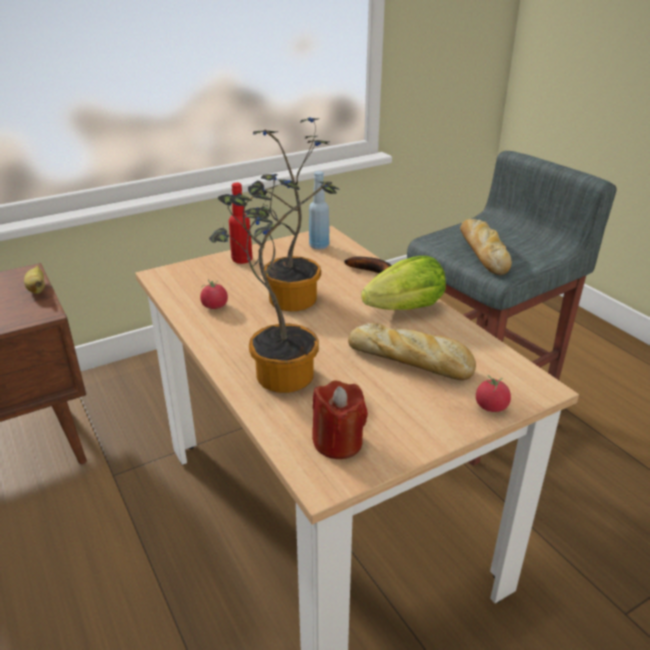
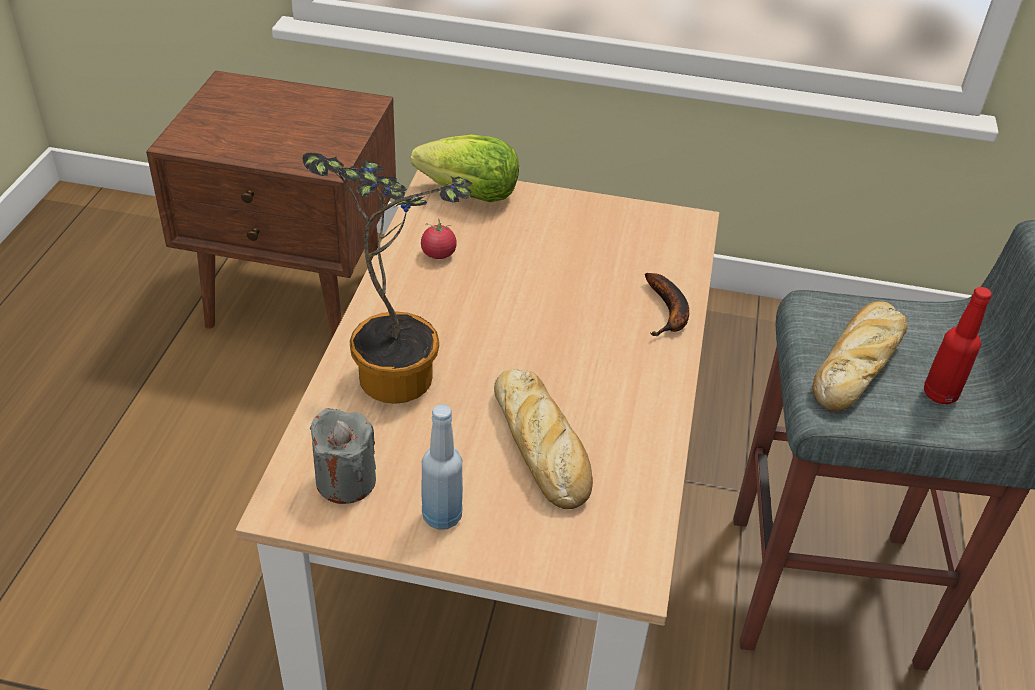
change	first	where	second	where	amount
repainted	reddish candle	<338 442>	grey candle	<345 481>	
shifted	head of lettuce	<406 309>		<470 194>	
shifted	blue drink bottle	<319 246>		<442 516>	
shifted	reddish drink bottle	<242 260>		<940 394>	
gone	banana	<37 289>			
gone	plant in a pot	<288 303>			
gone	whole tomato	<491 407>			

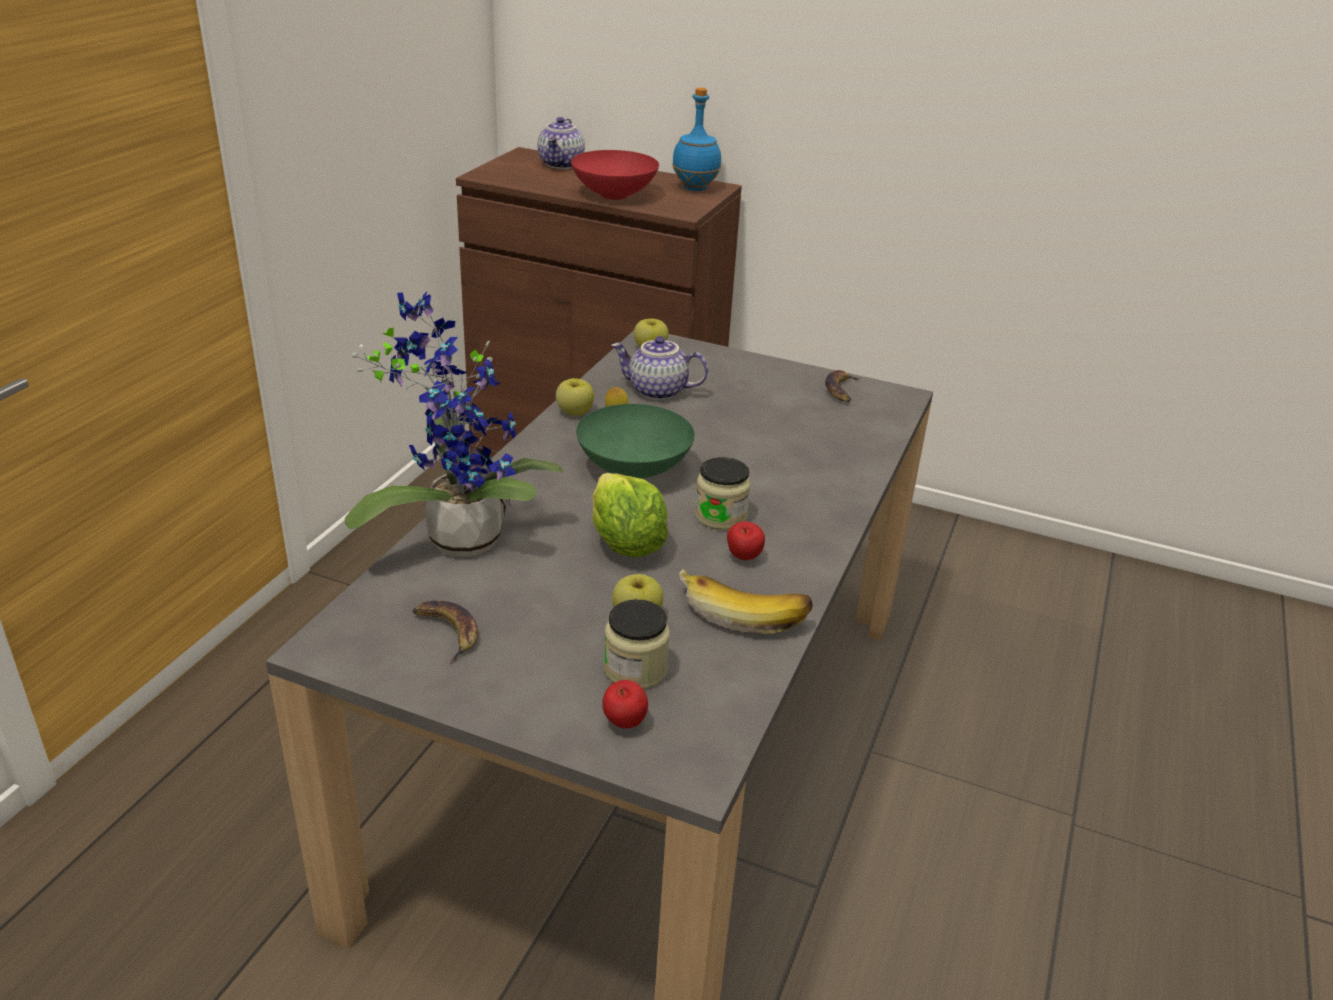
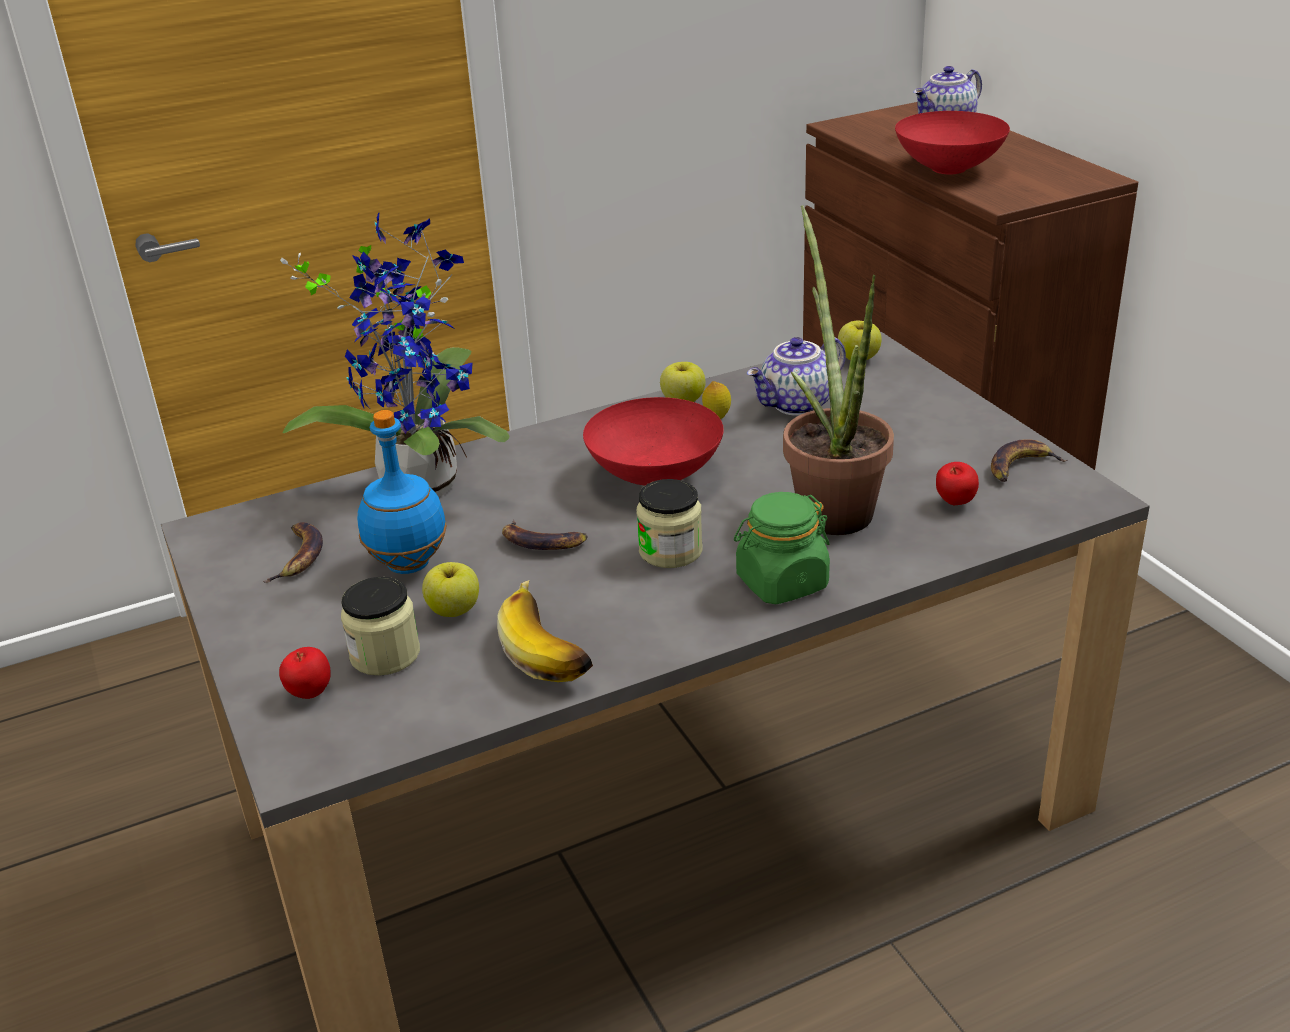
change	first	where	second	where	amount
shifted	blue drink bottle	<695 188>		<408 565>	
swapped	head of lettuce	<625 544>	banana	<542 542>	
repainted	greenish serving bowl	<635 471>	reddish serving bowl	<655 477>	
new			greenish preserve jar	<781 583>	
rotated	teapot	<656 391>		<797 405>	90 degrees counterclockwise
new			plant in a pot	<830 505>	
shifted	apple fruit	<743 558>		<954 503>	

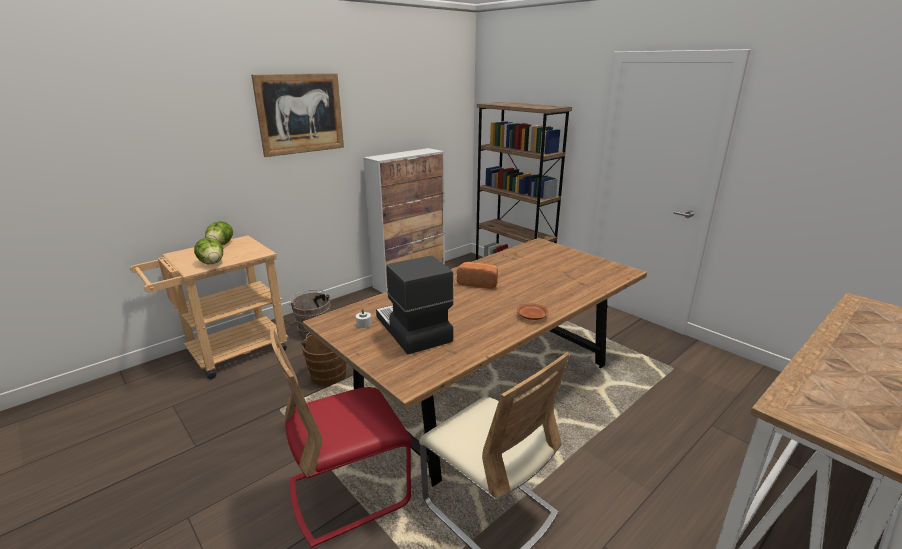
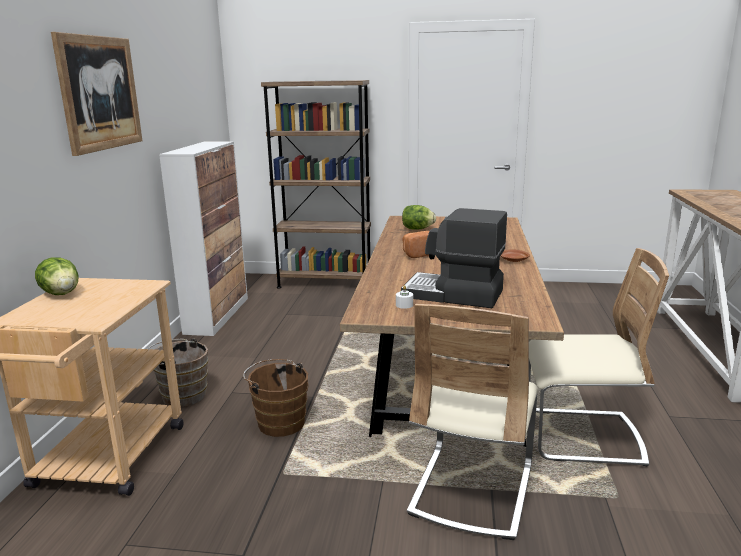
change	first	where	second	where	amount
shifted	head of lettuce	<212 263>		<417 229>	
repainted	reddish upright chair	<349 492>	beige upright chair	<472 489>	

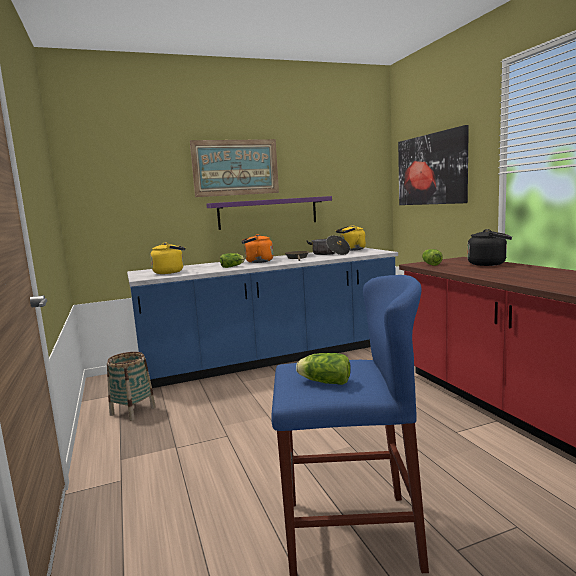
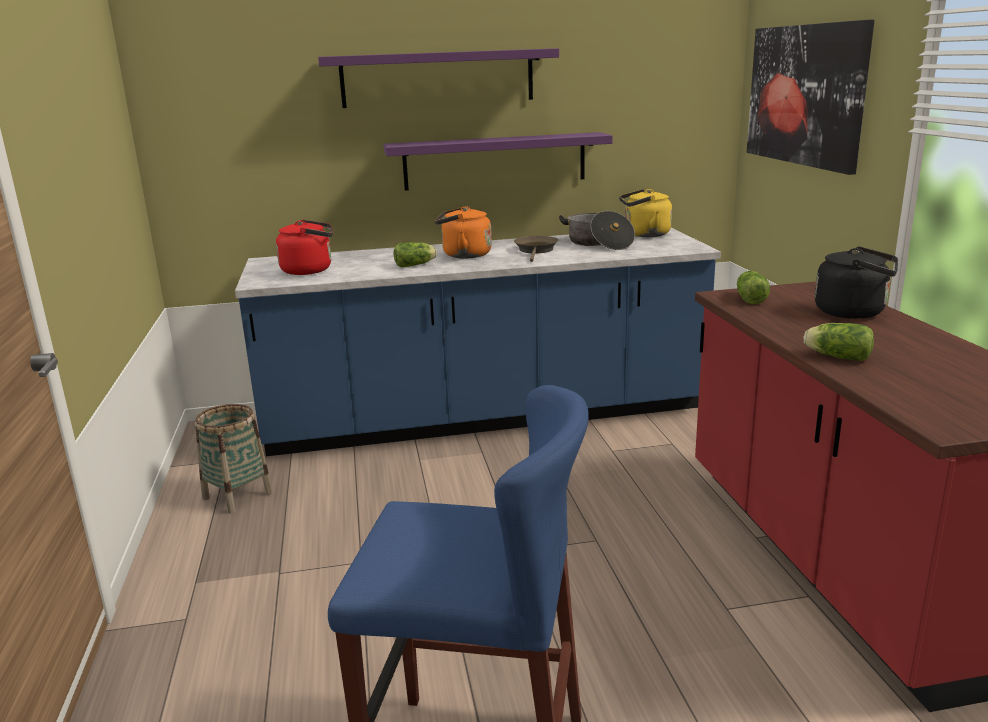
change	first	where	second	where	amount
repainted	yellow kettle	<170 272>	reddish kettle	<310 270>	
swapped	wall art	<235 167>	purple-coloured shelf	<438 78>	
shifted	head of lettuce	<323 382>		<835 356>	

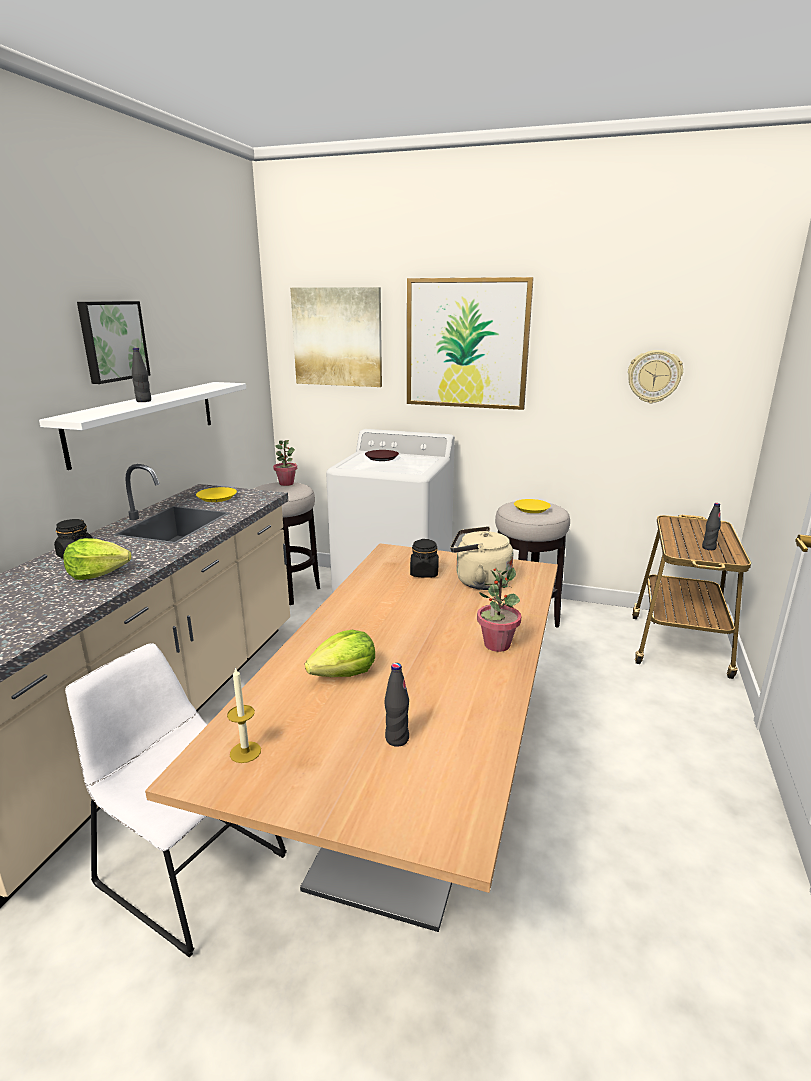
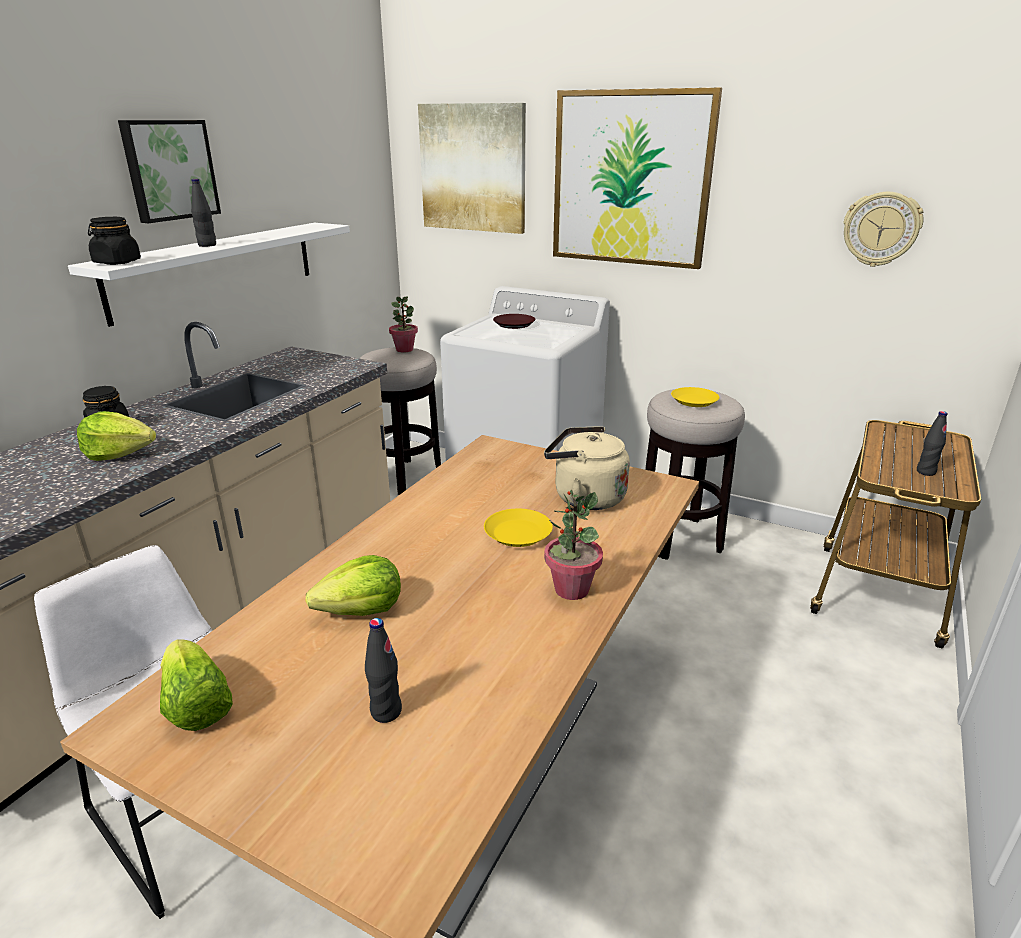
change	first	where	second	where	amount
shifted	black preserve jar	<424 573>		<117 262>	
swapped	candle	<245 752>	head of lettuce	<196 705>	
shifted	yellow dinner plate	<217 498>		<518 533>	

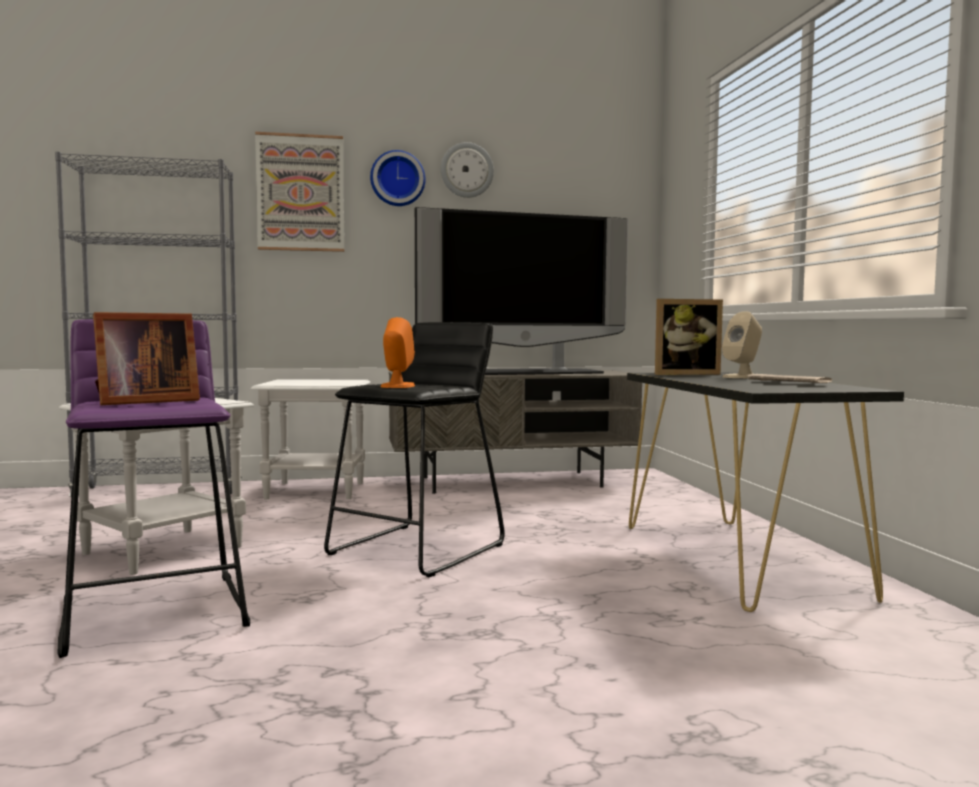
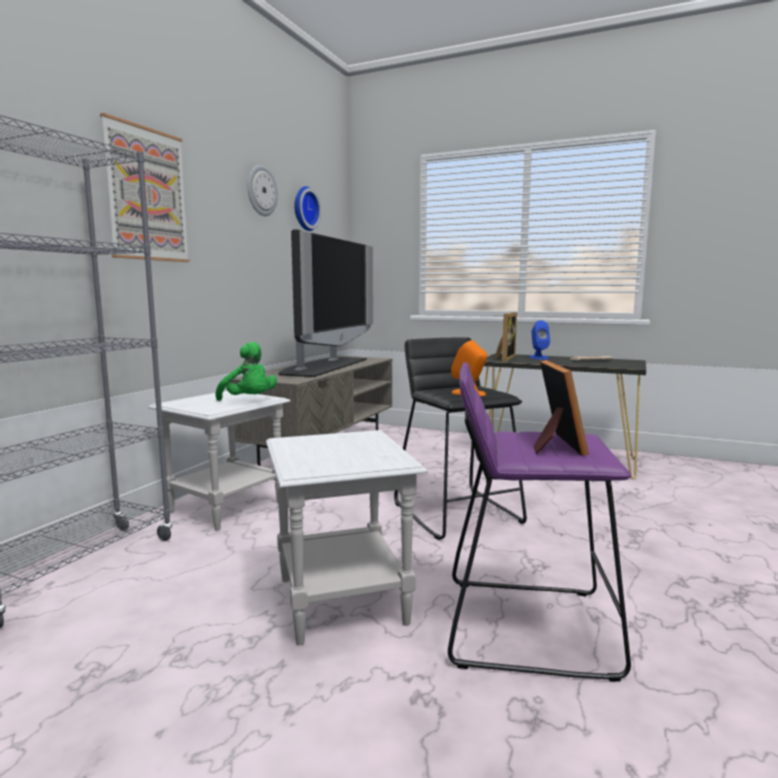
change	first	where	second	where	amount
new			greenish soft toy	<249 401>	
shifted	hanging clock	<397 179>		<304 209>	
repainted	beige loudspeaker	<742 377>	blue loudspeaker	<538 357>	

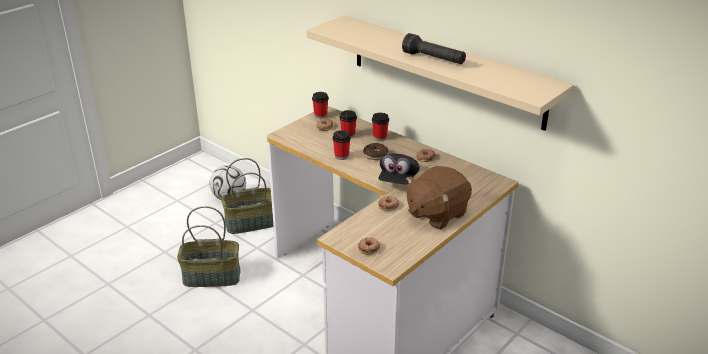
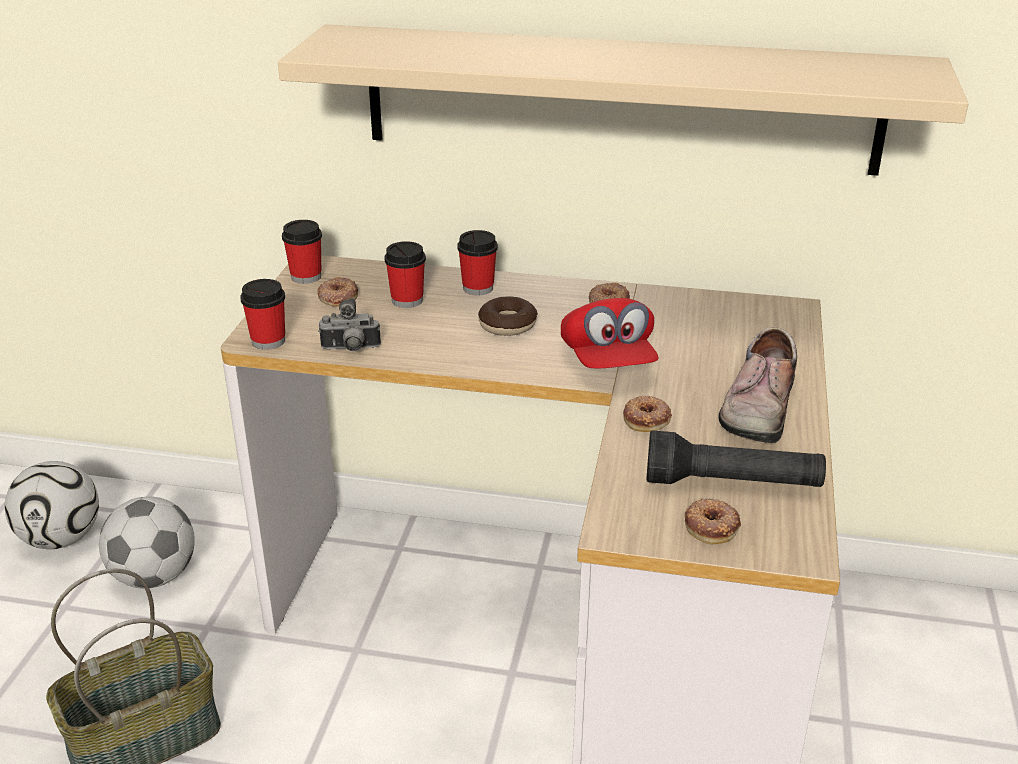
change	first	where	second	where	amount
swapped	basket	<251 223>	football ball	<154 576>	
shifted	small cup	<341 156>		<268 341>	
new			still camera	<350 349>	
repainted	black baseball cap	<398 180>	reddish baseball cap	<607 361>	
shifted	black hand torch	<433 59>		<732 484>	
swapped	brownish soft toy	<436 214>	item of footwear	<755 406>	

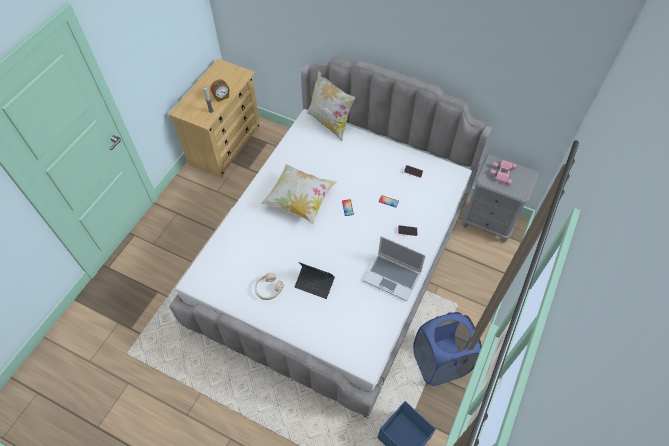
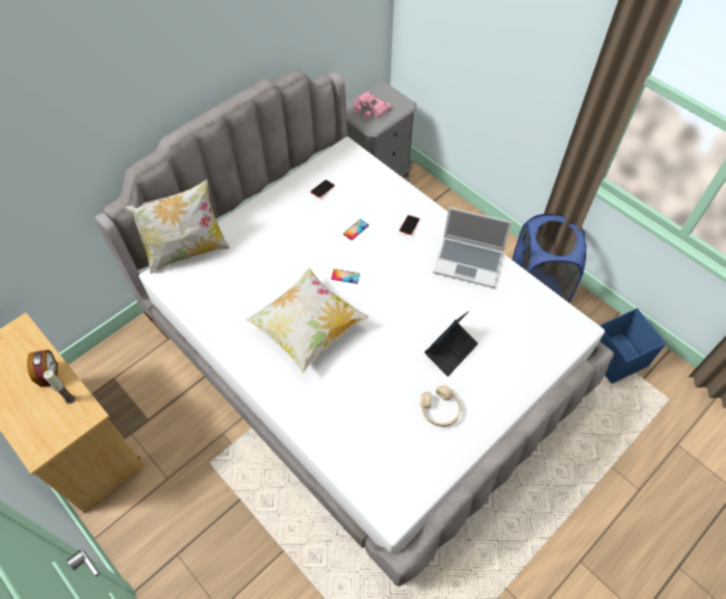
change	first	where	second	where	amount
rotated	notebook computer	<393 277>		<469 262>	60 degrees clockwise

